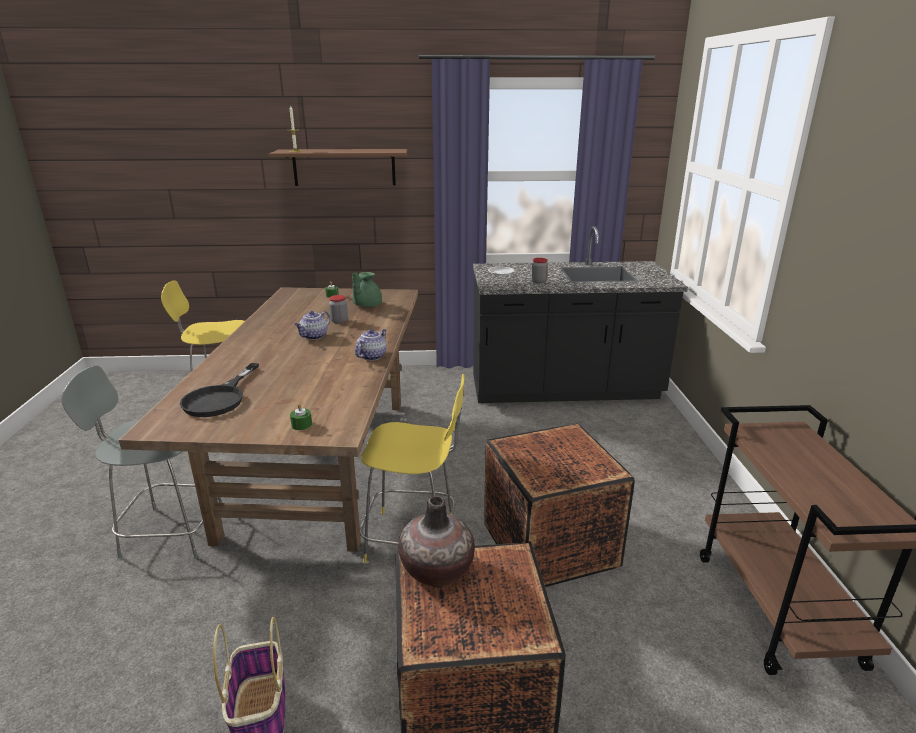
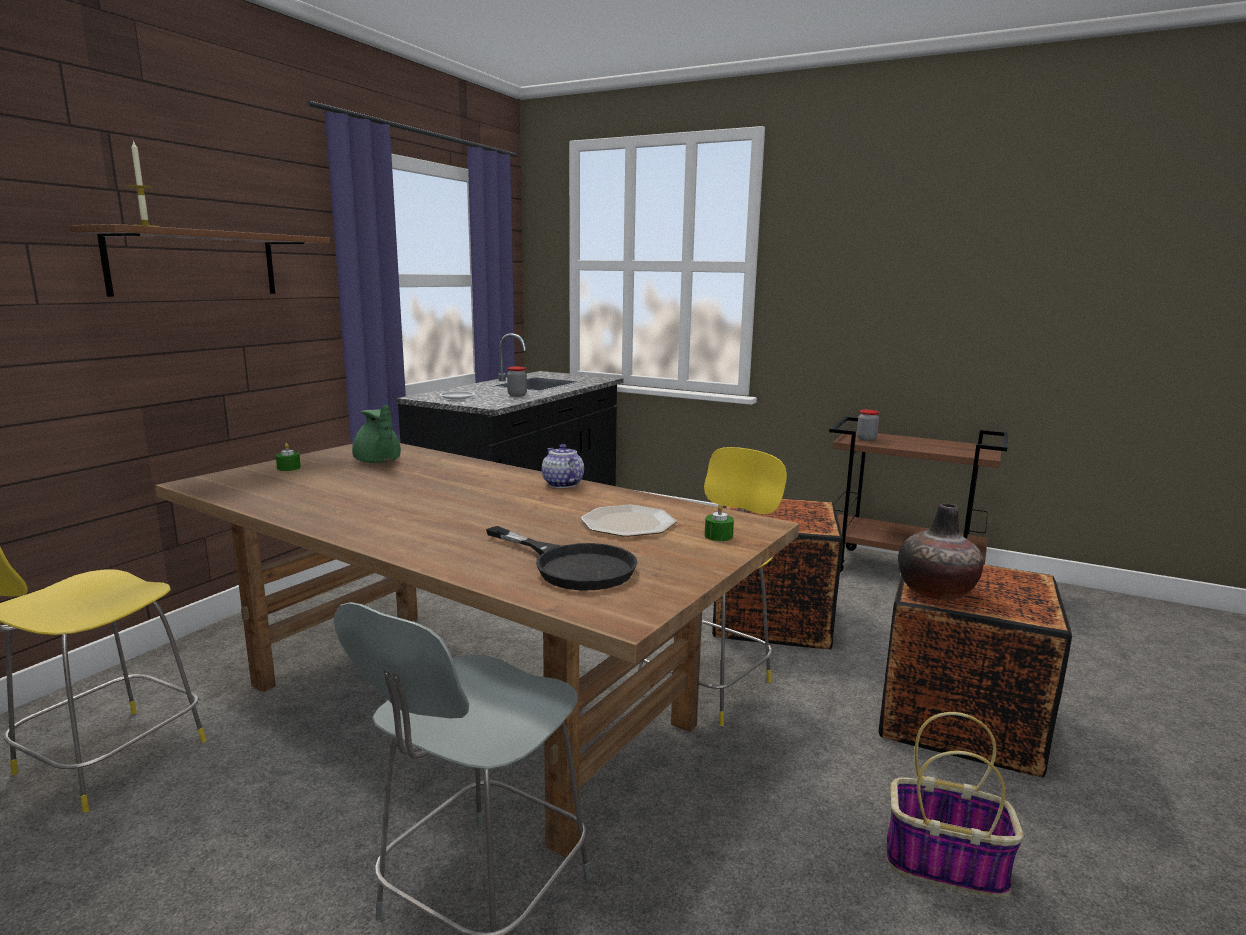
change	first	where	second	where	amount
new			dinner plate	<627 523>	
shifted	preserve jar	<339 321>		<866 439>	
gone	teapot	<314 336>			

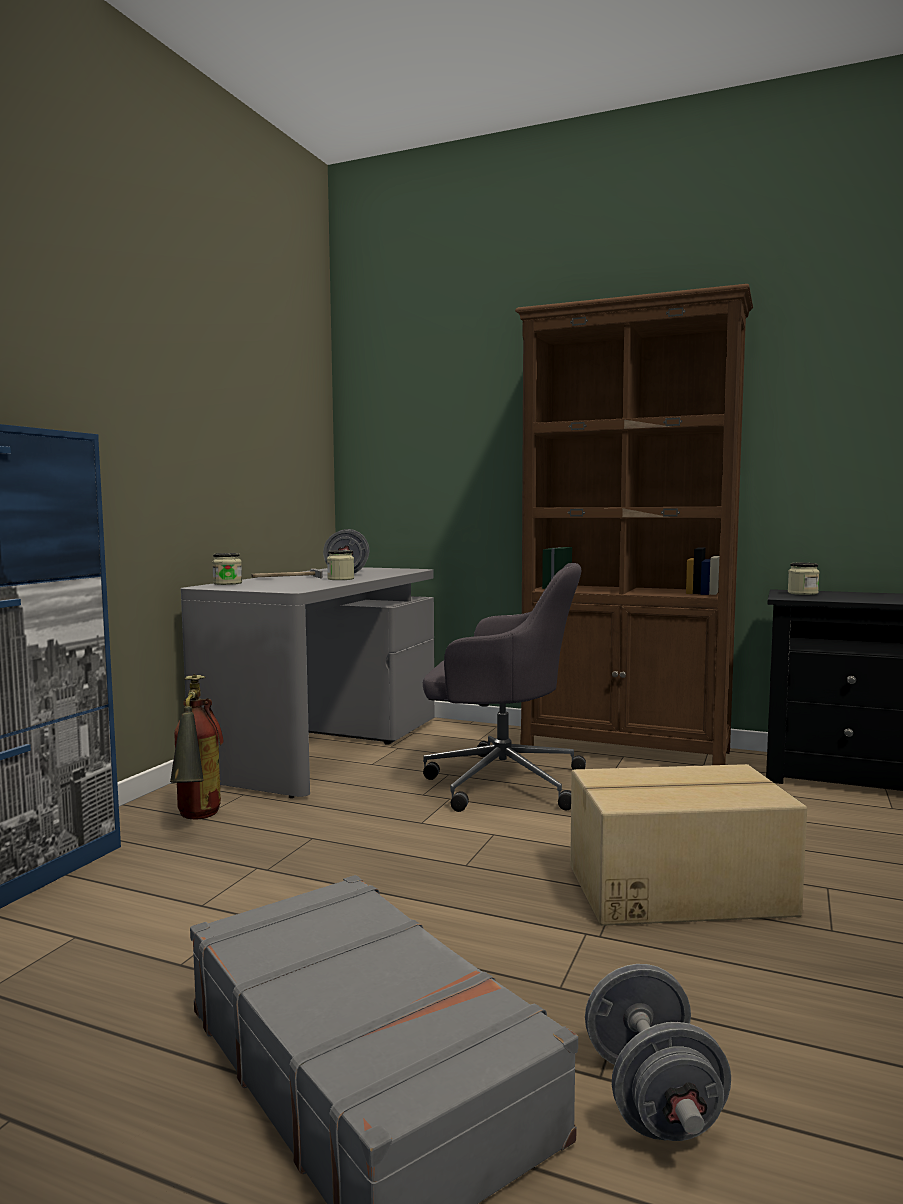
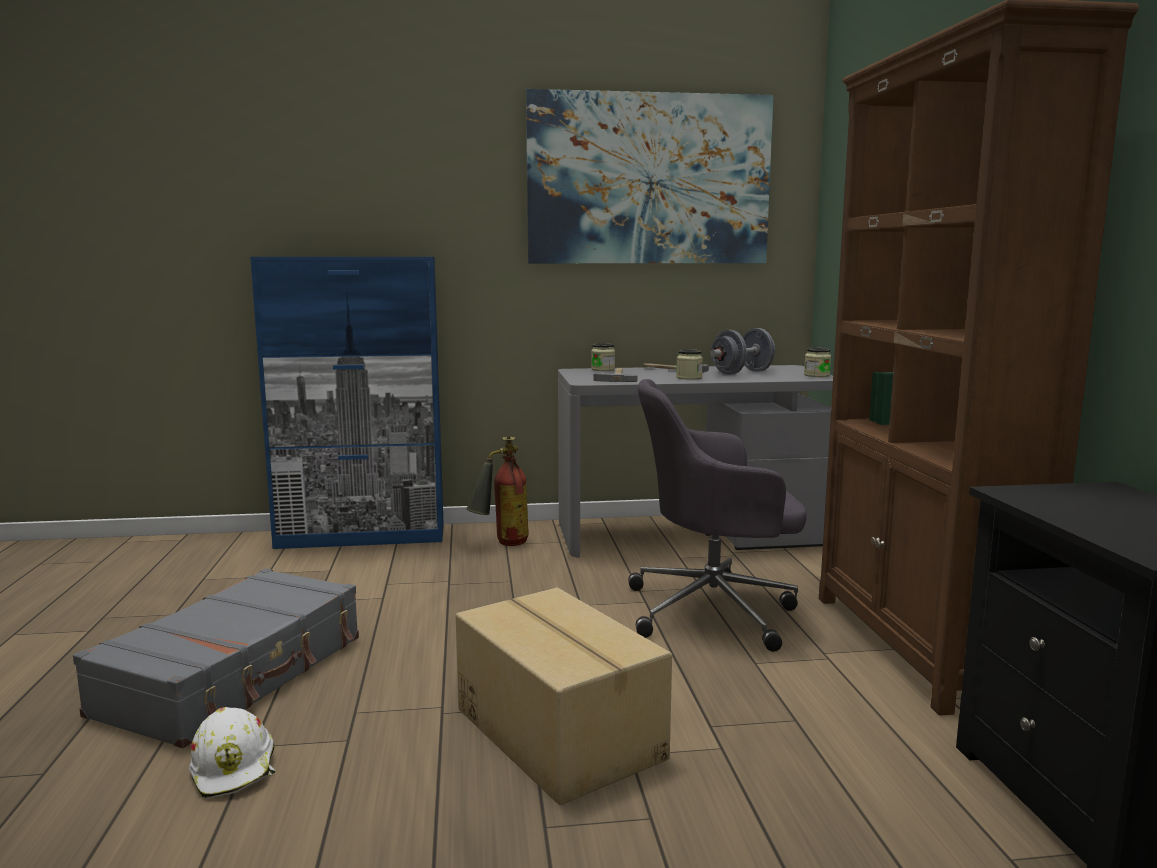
change	first	where	second	where	amount
swapped	grey dumbbell	<652 1098>	white work helmet	<235 768>	
new			wall art	<649 179>	
new			hammer	<616 377>	
rotated	grey office chair	<500 782>		<715 610>	105 degrees clockwise
shifted	preserve jar	<802 593>		<816 375>	

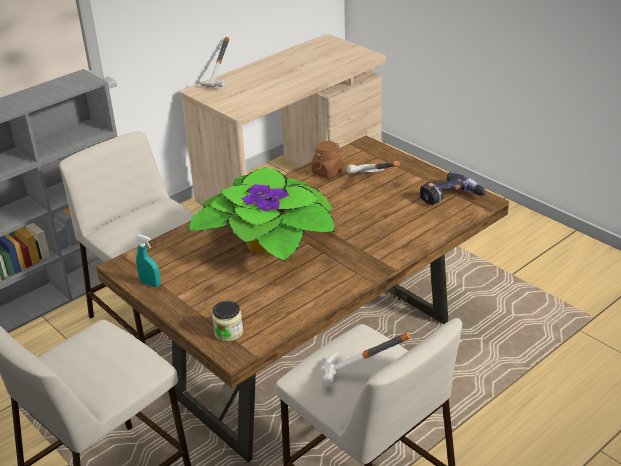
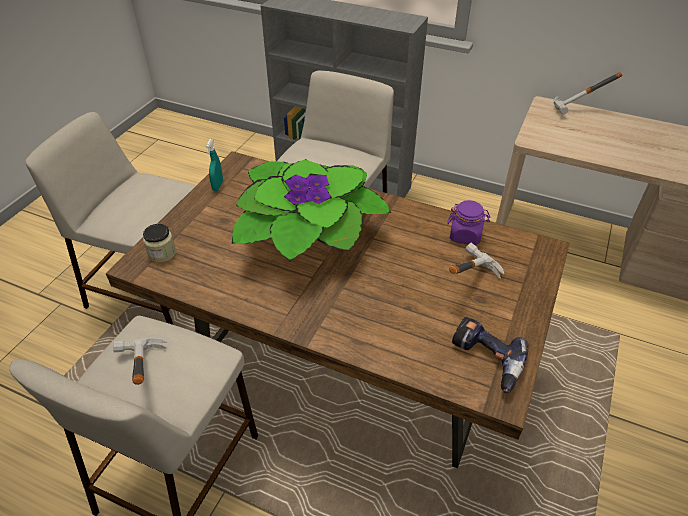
change	first	where	second	where	amount
repainted	brownish preserve jar	<327 172>	purple-coloured preserve jar	<465 235>	

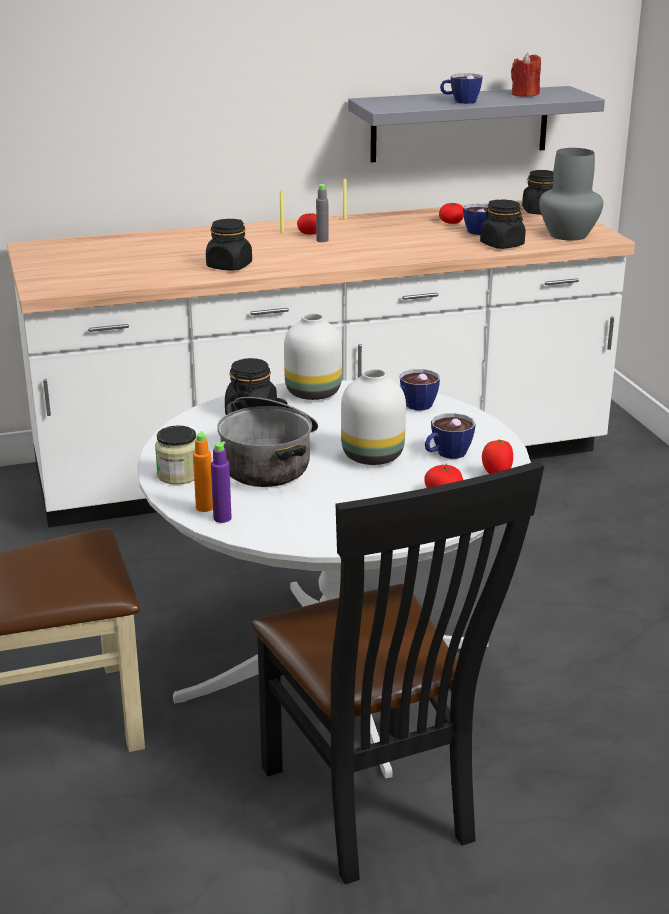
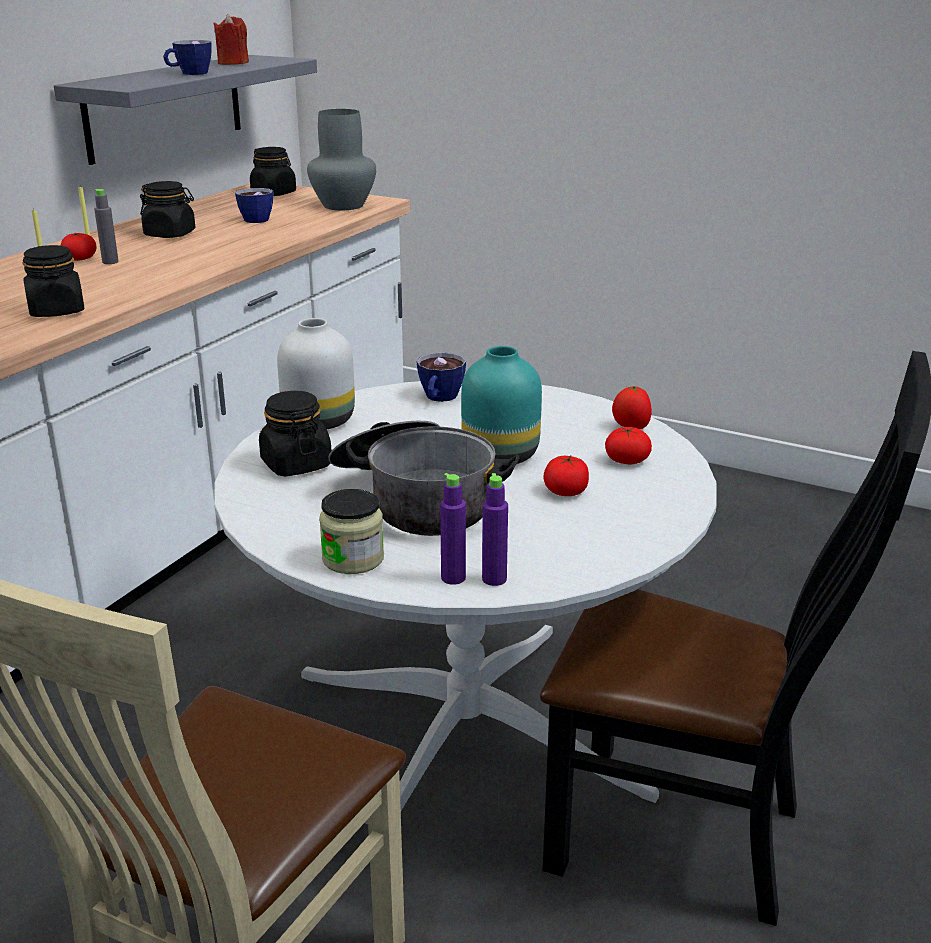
change	first	where	second	where	amount
shifted	black preserve jar	<502 245>		<170 234>	
repainted	orangey drink bottle	<204 507>	purple-coloured drink bottle	<453 578>	
repainted	white vase	<374 456>	turquoise vase	<502 455>	
shifted	whole tomato	<451 222>		<566 491>	
gone	small cup	<446 454>			

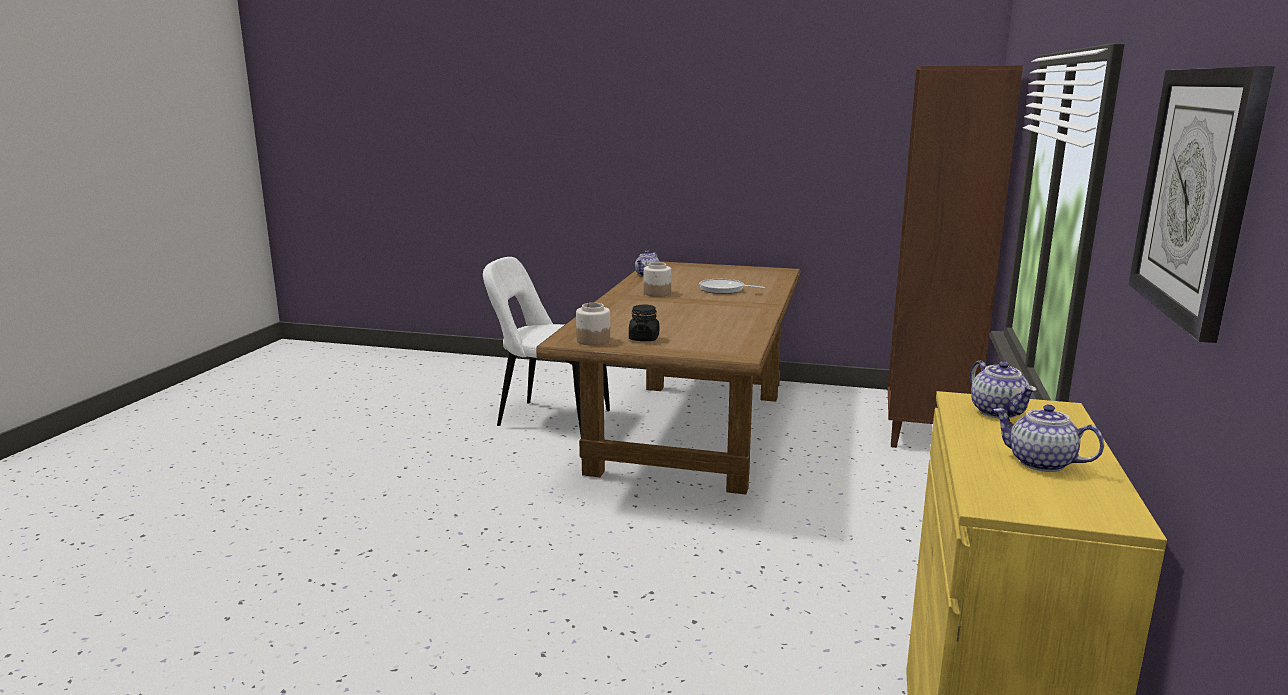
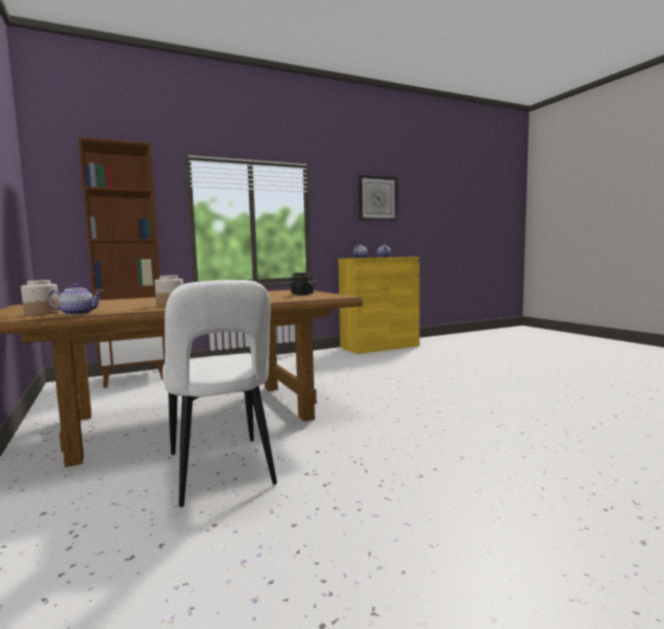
change	first	where	second	where	amount
shifted	preserve jar	<593 340>		<41 313>	
gone	frying pan	<724 290>			

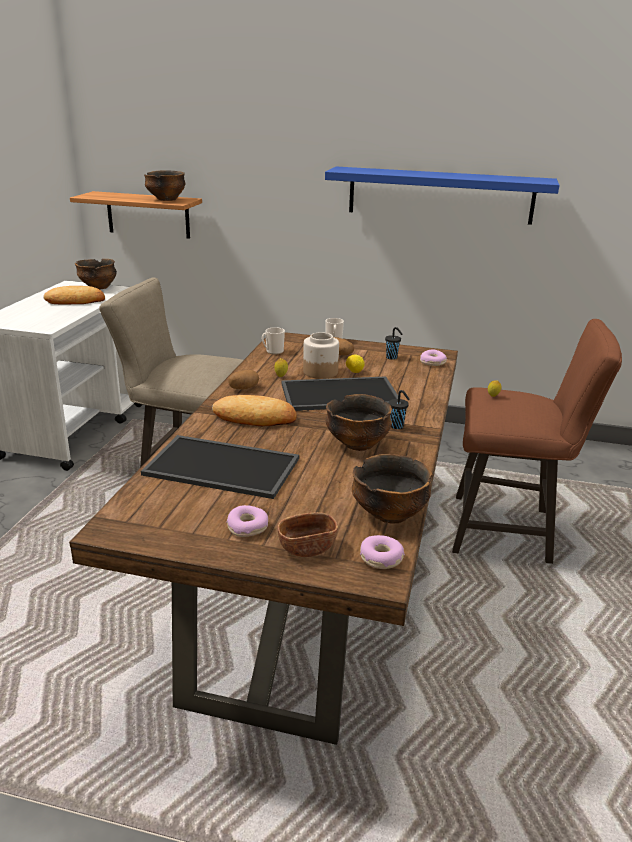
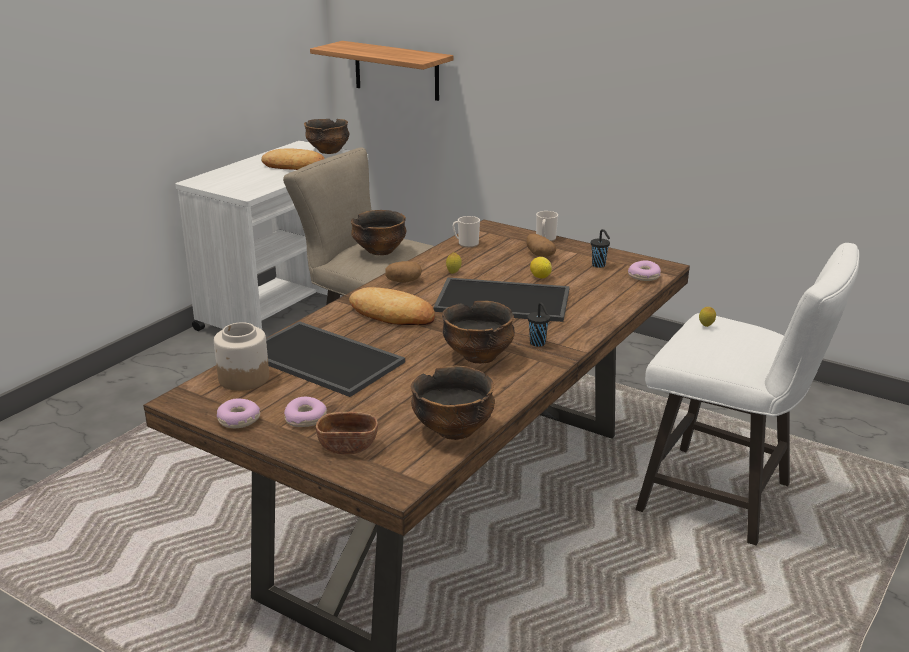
change	first	where	second	where	amount
shifted	preserve jar	<320 372>		<243 378>	
shifted	doughnut	<381 558>		<238 420>	
shifted	serving bowl	<166 199>		<380 251>	
repainted	brownish stool seat	<510 531>	white stool seat	<727 499>	
gone	blue shelf	<440 195>			

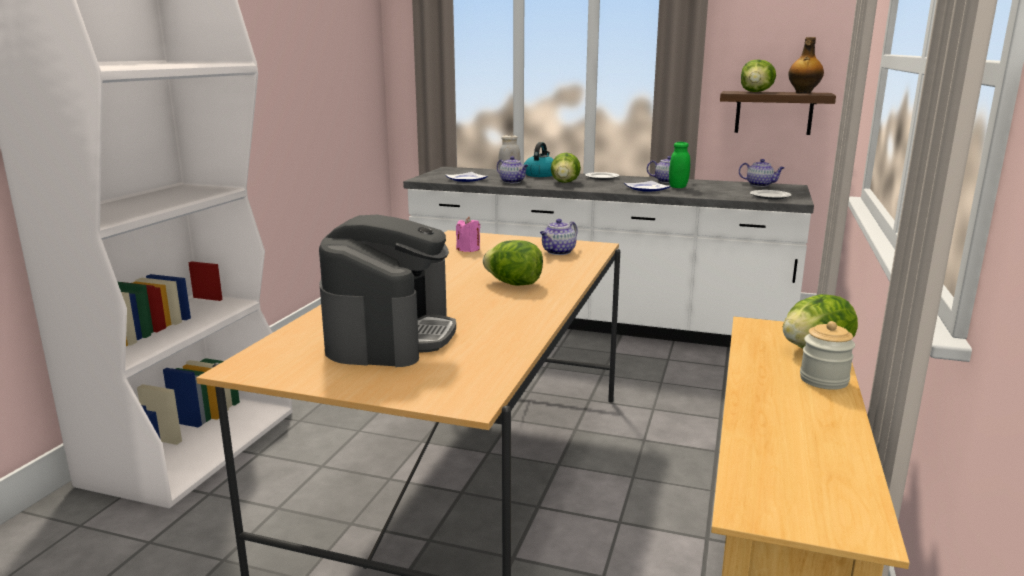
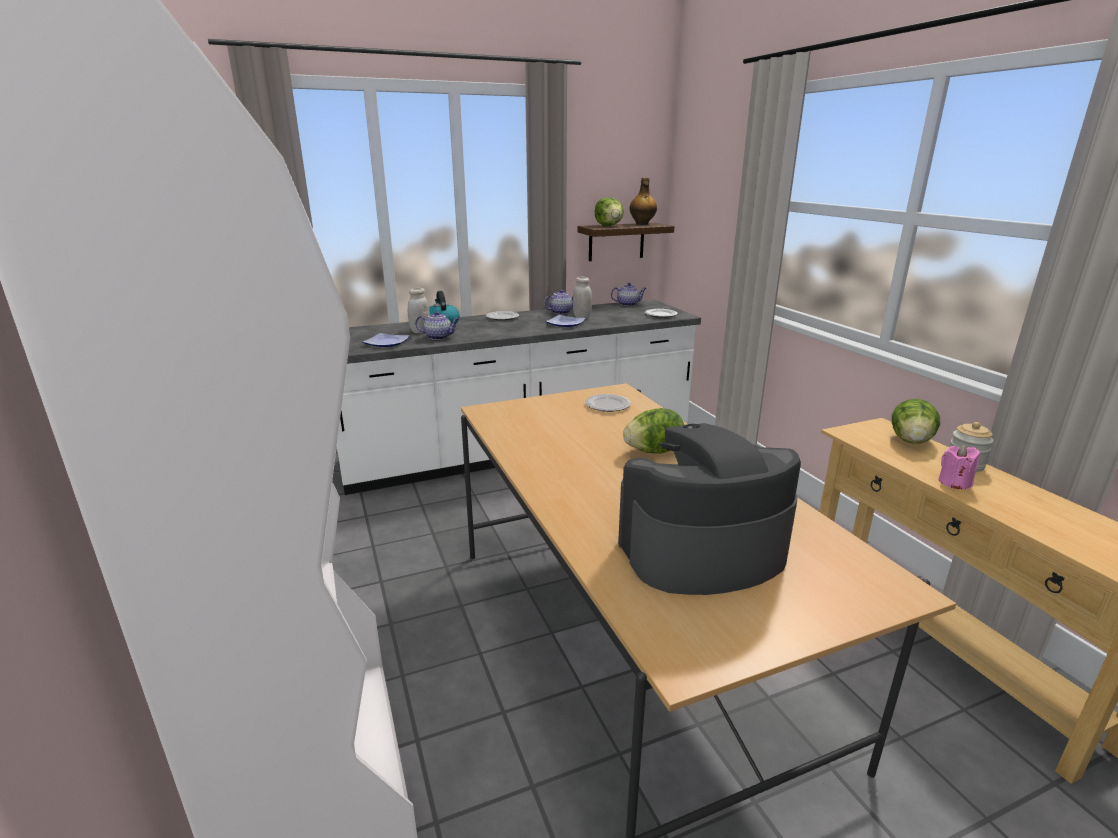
change	first	where	second	where	amount
repainted	greenish preserve jar	<678 187>	white preserve jar	<582 317>	
swapped	teapot	<558 252>	dinner plate	<608 405>	
rotated	coffee maker	<390 335>		<701 551>	75 degrees counterclockwise
shifted	pinkish candle	<468 249>		<954 483>	
gone	head of lettuce	<565 182>			

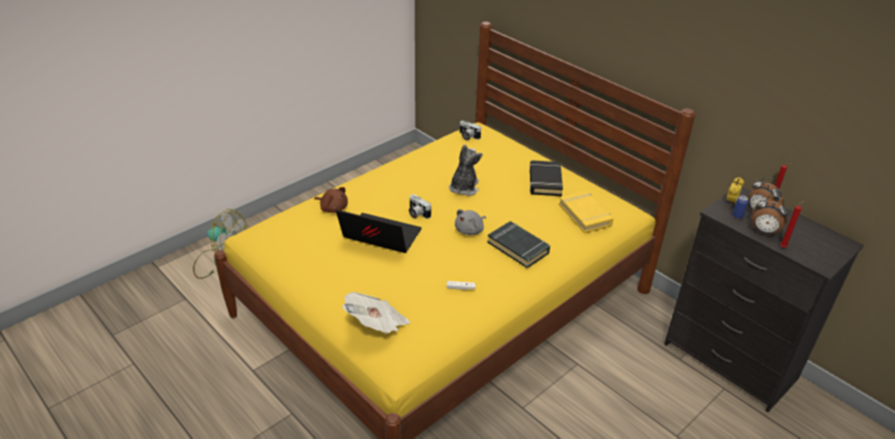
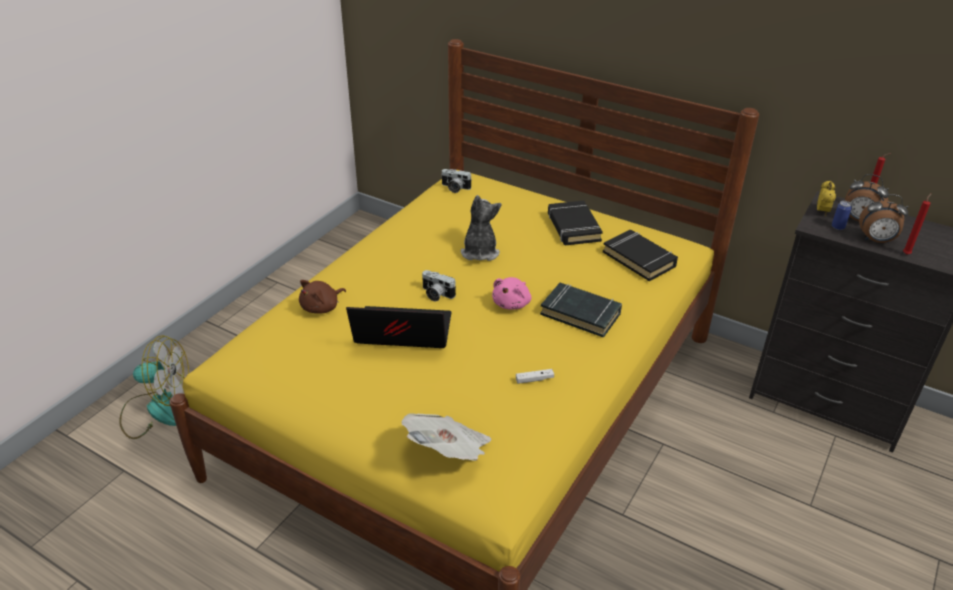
change	first	where	second	where	amount
rotated	brownish soft toy	<333 208>		<322 307>	120 degrees clockwise
repainted	grey soft toy	<470 230>	pinkish soft toy	<512 303>	
repainted	yellow volume	<585 215>	black volume	<639 259>	

